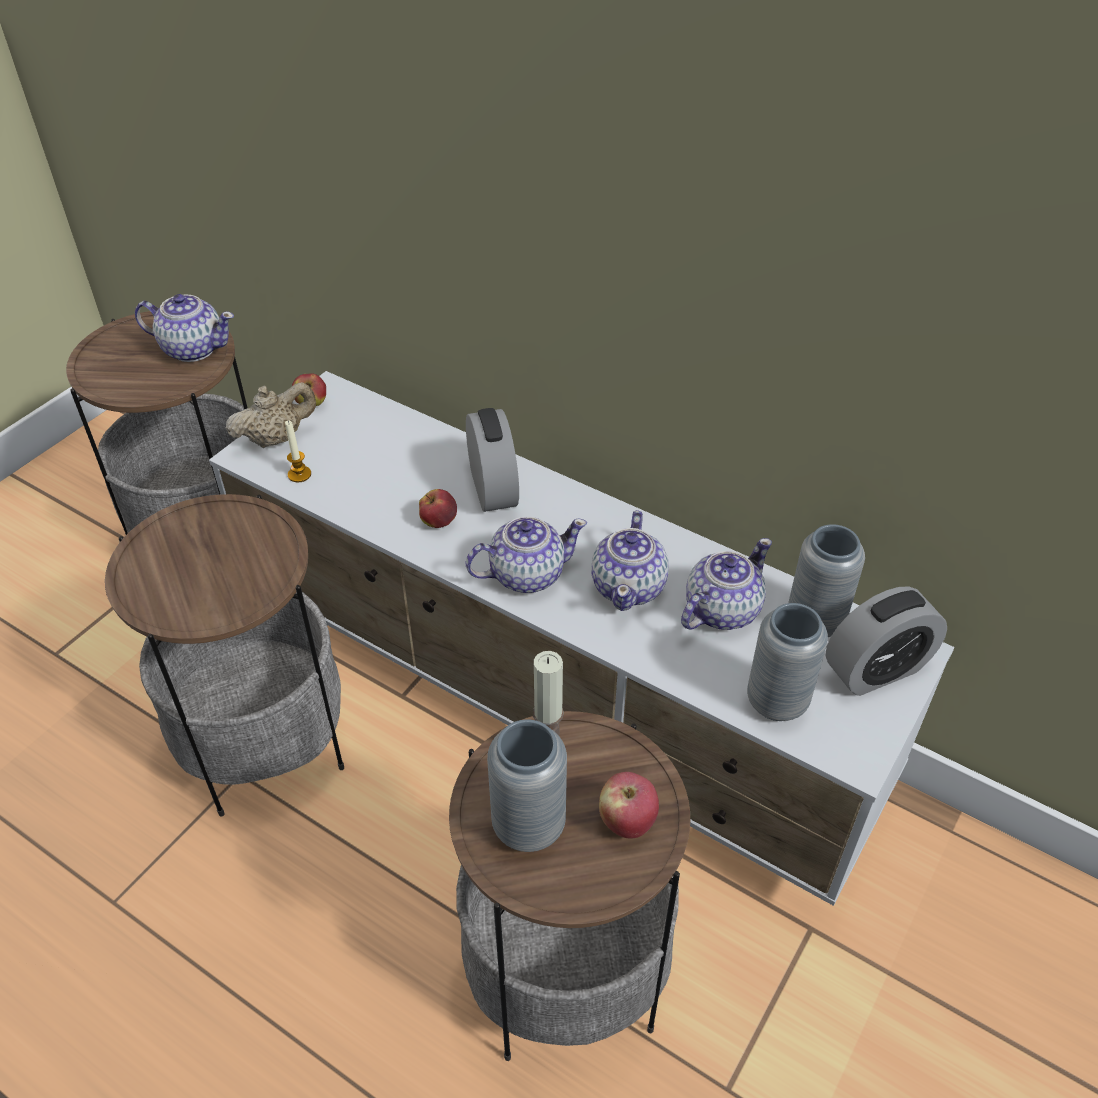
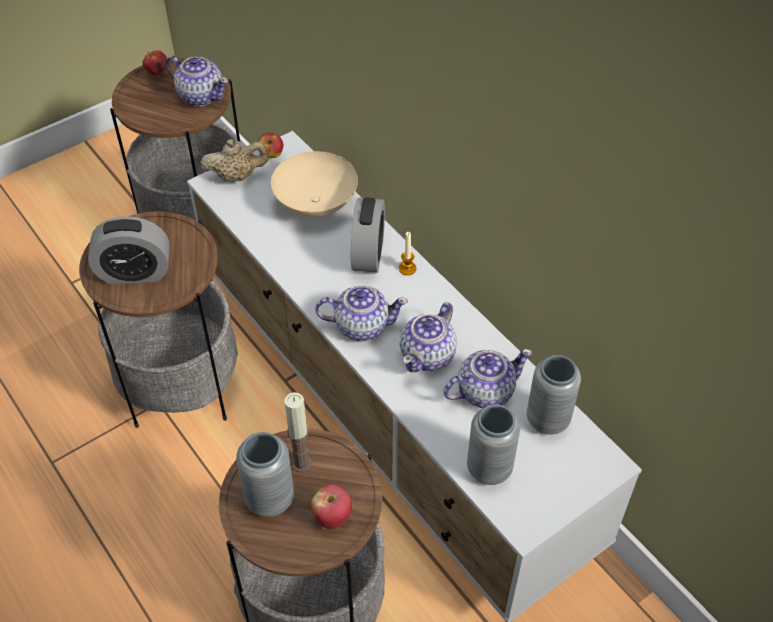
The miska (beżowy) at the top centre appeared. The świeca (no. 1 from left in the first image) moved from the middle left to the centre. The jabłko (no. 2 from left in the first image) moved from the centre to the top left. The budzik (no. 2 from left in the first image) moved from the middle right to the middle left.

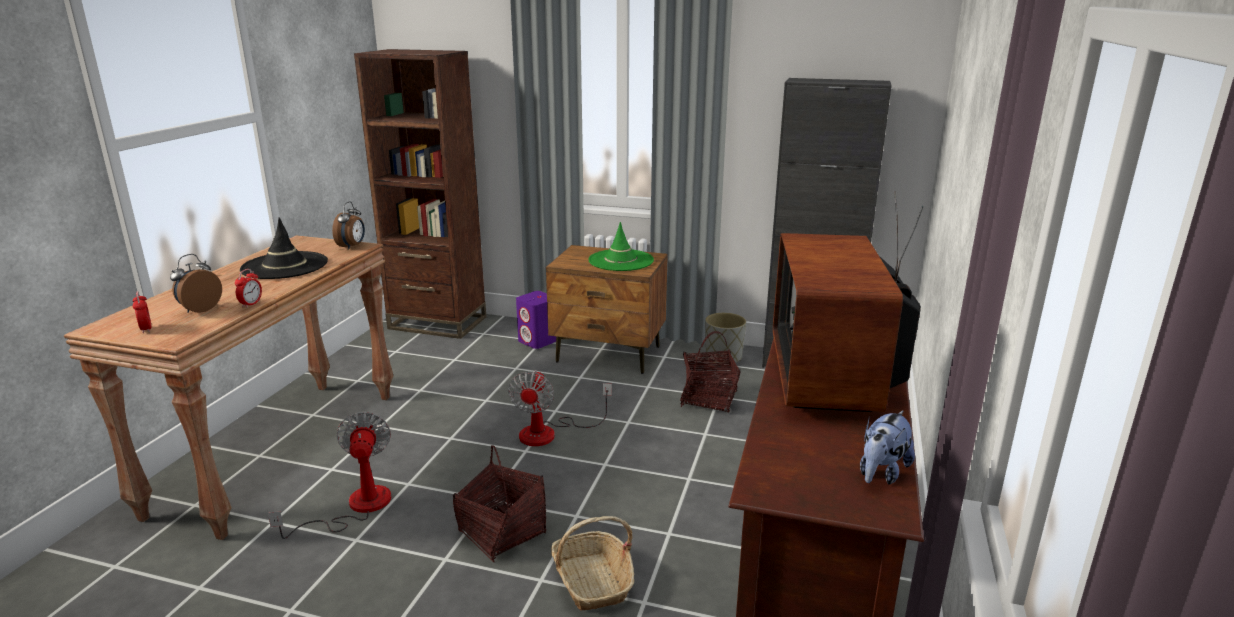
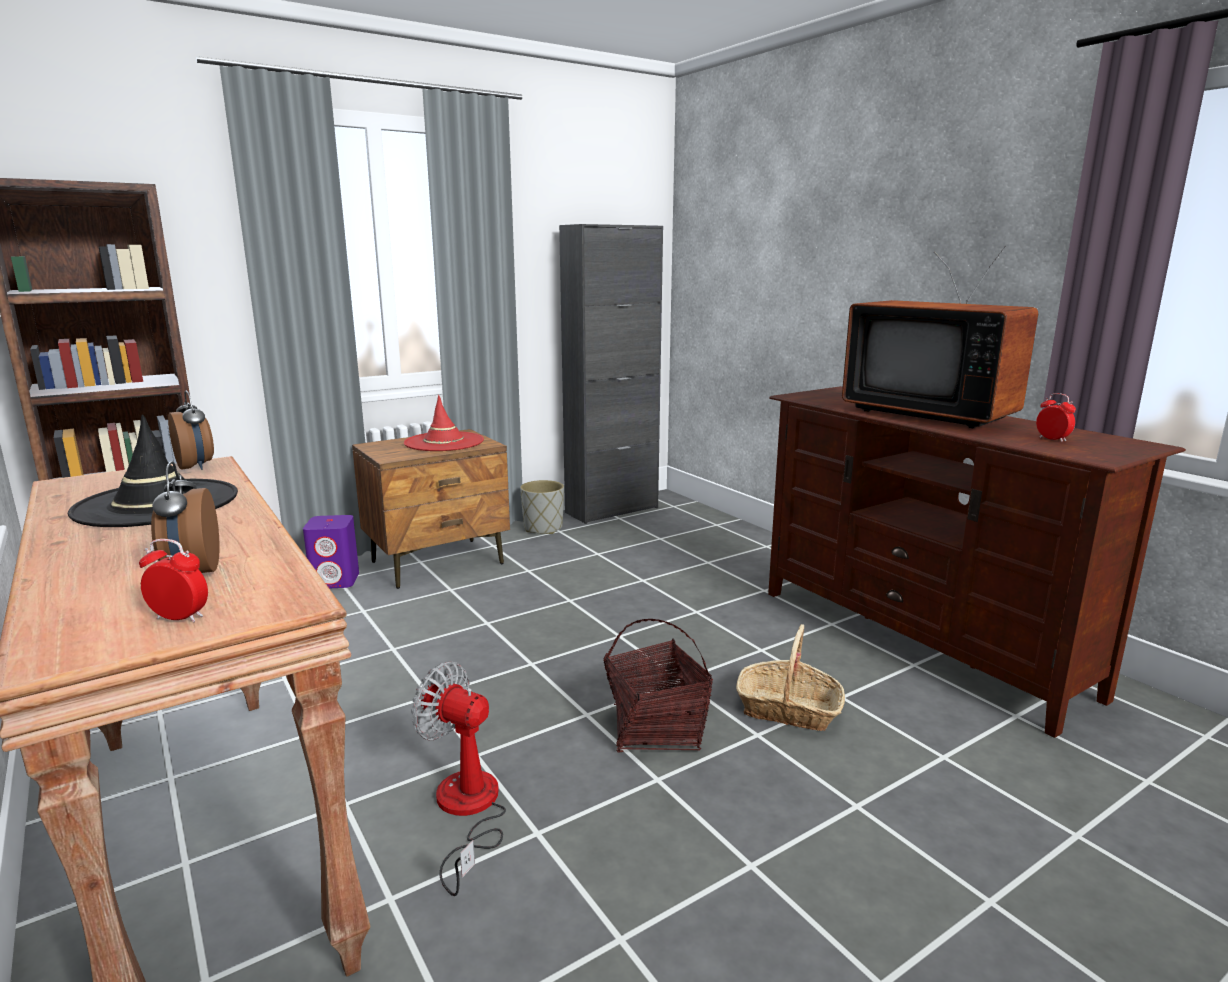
The wentylator (no. 2 from left) at the centre disappeared. The koszyk (no. 3 from left) at the centre disappeared. The pluszak at the bottom right disappeared. The budzik (no. 3 from left in the first image) moved from the middle left to the middle right. The kapelusz (zielony) at the centre became the kapelusz (czerwony) at the centre.

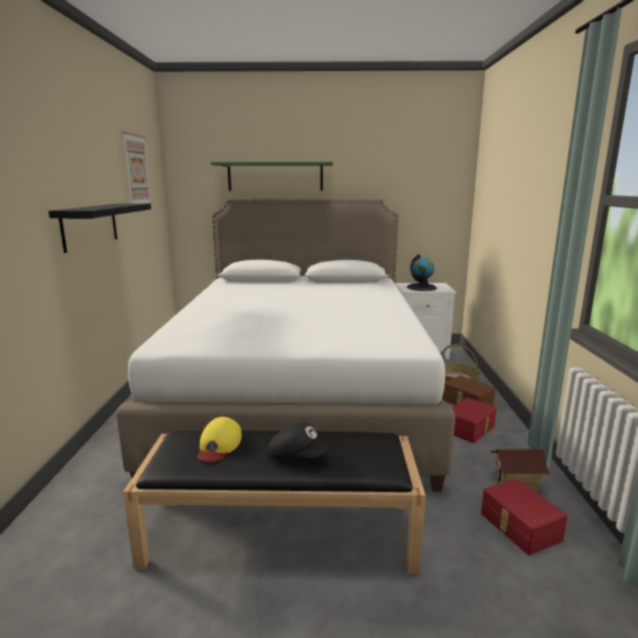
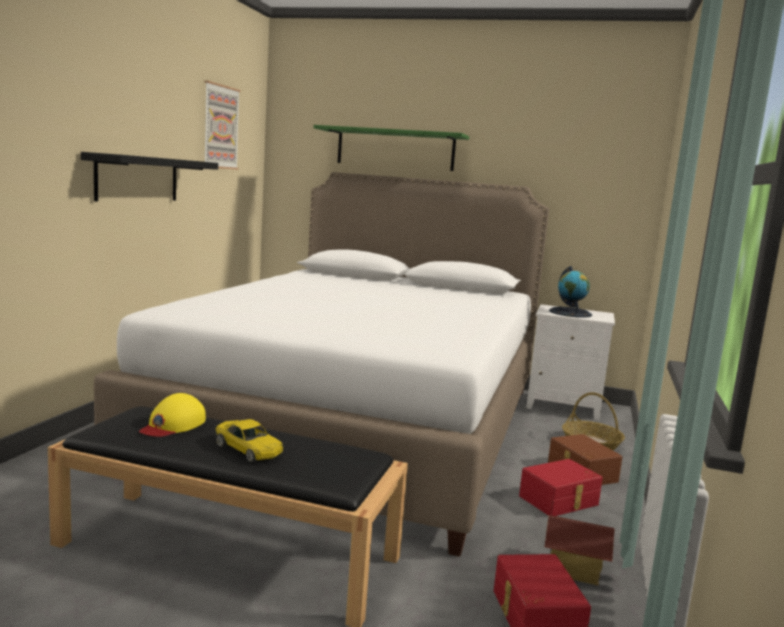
The czapka z daszkiem (czarny) at the bottom centre was replaced by the samochodzik (żółty) at the bottom left.

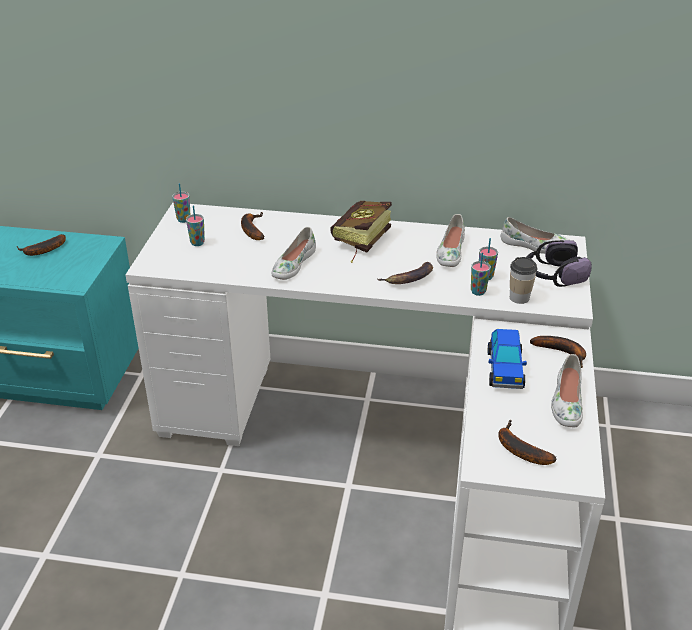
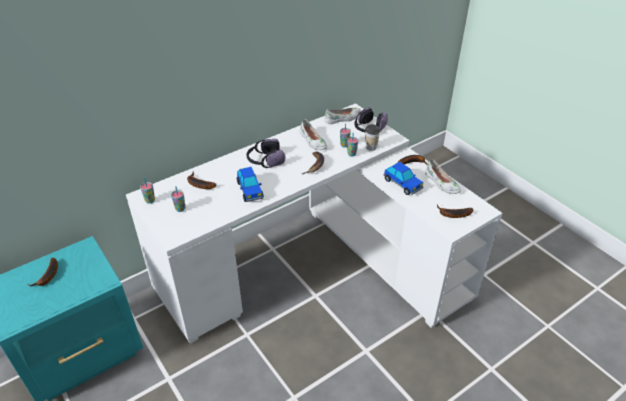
The but (biały) (no. 1 from left) at the centre was replaced by the samochodzik (no. 1 from left) at the centre. The książka at the centre was replaced by the słuchawki (no. 1 from left) at the centre.

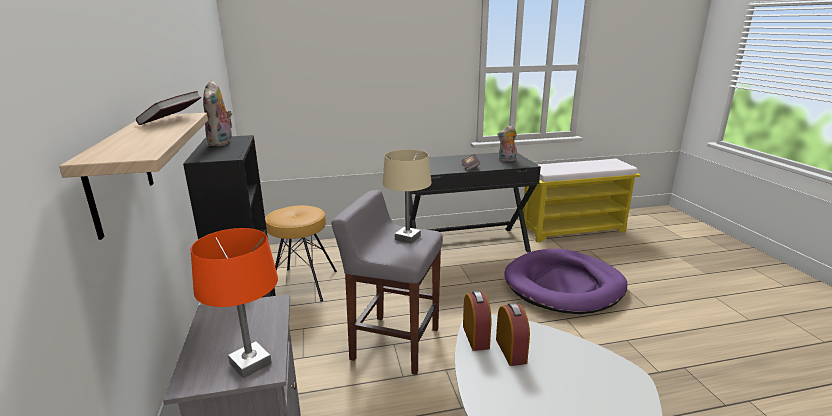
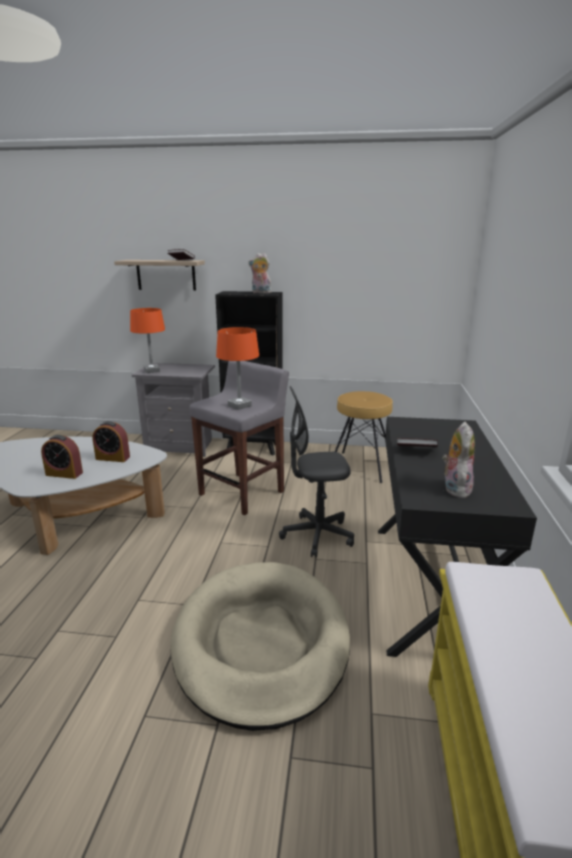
The krzesło biurowe (szary) at the centre appeared. The budzik (no. 1 from left) moved from the bottom centre to the middle left. The lampa stołowa (beżowy) at the centre became the lampa stołowa (pomarańczowy) (no. 2 from left) at the centre. The legowisko (fioletowy) at the bottom right became the legowisko (beżowy) at the bottom centre.

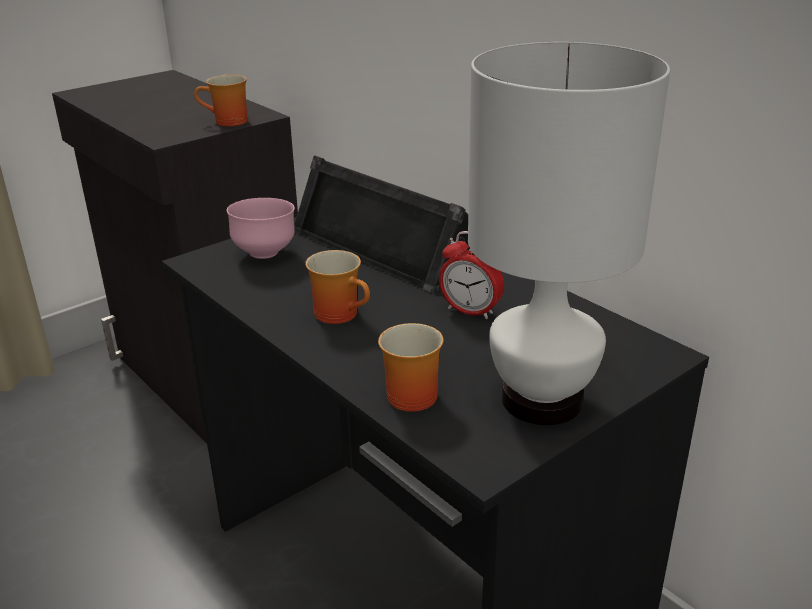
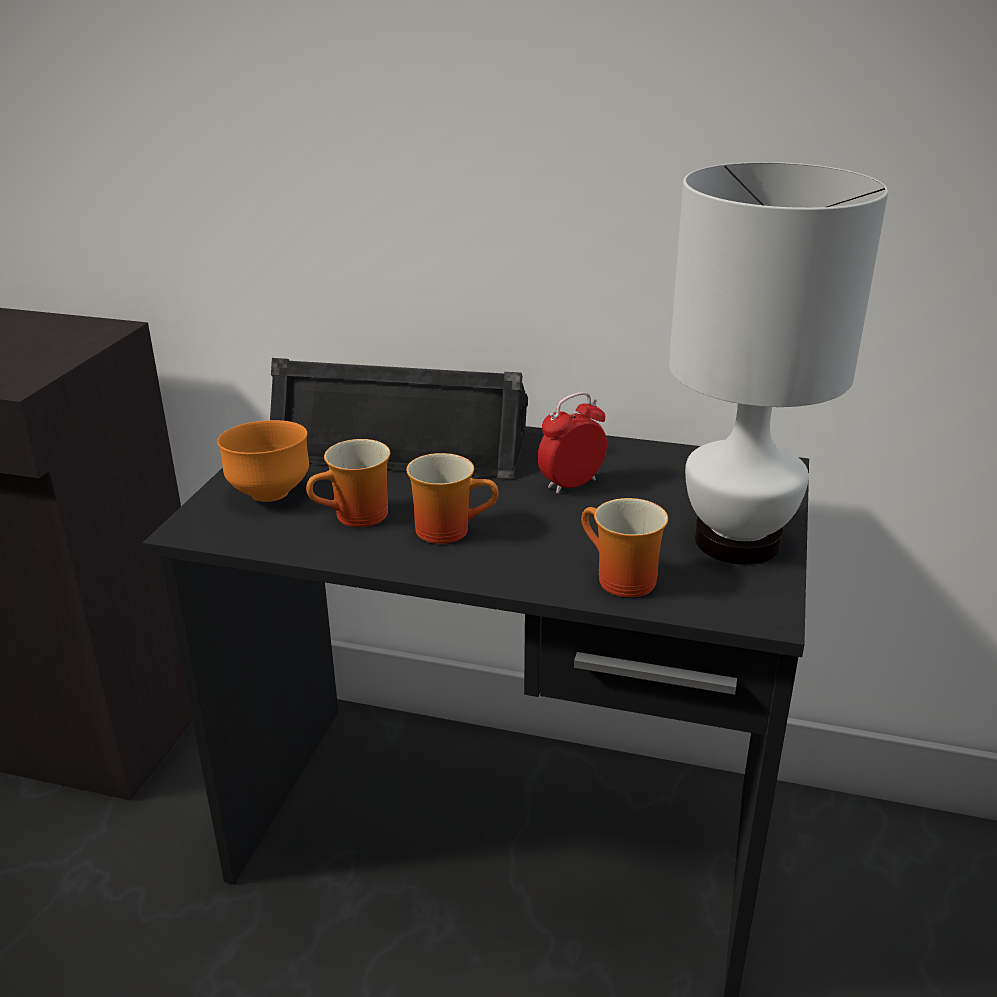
The kubek (no. 1 from left) moved from the top left to the centre. The miska (różowy) at the middle left became the miska (pomarańczowy) at the middle left. The budzik at the centre turned 150 degrees clockwise.

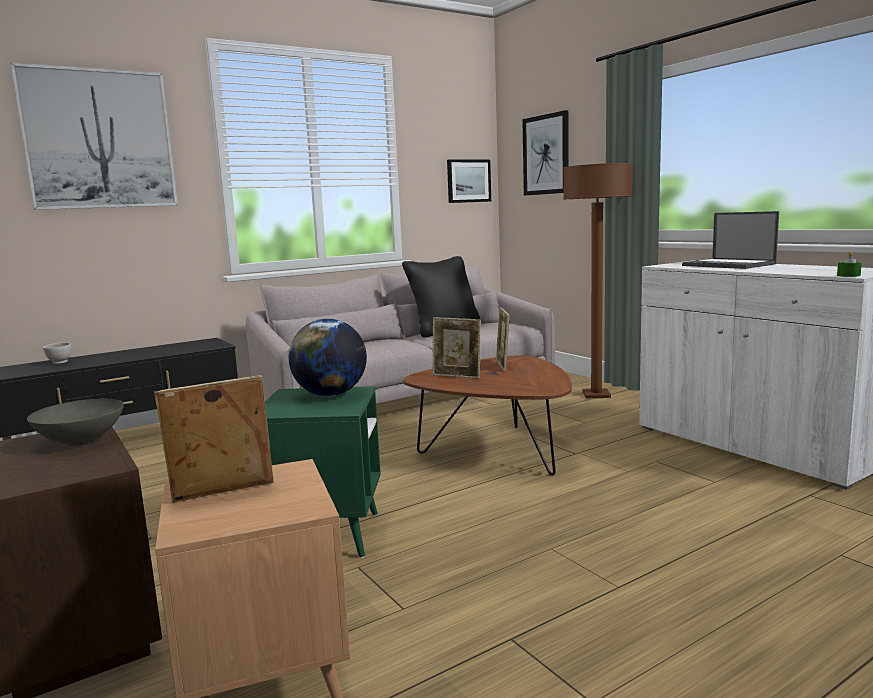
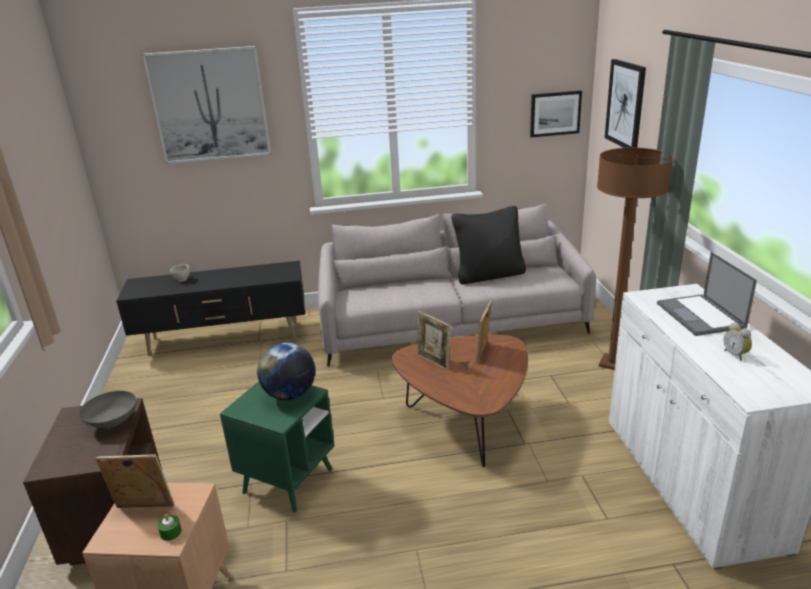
The budzik at the middle right appeared. The świeca (zielony) moved from the middle right to the bottom left.

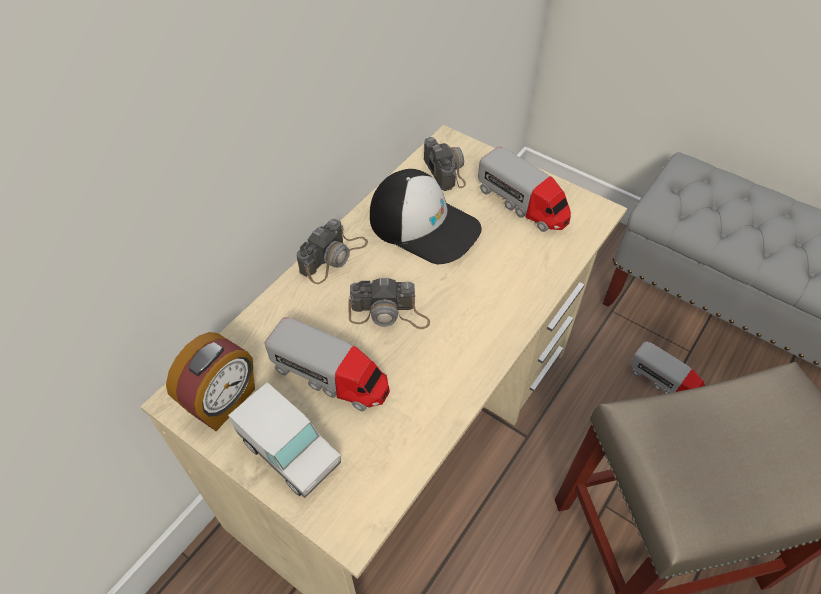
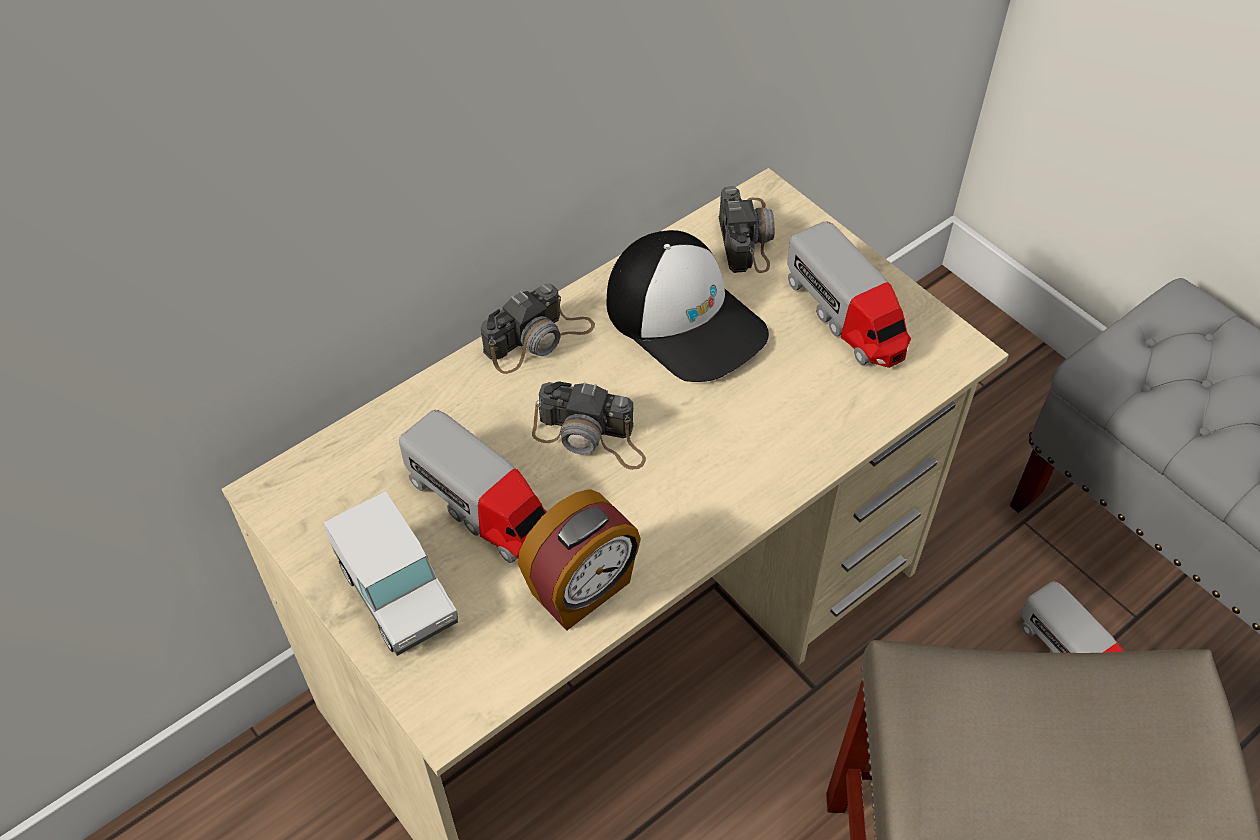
The budzik moved from the middle left to the bottom centre.

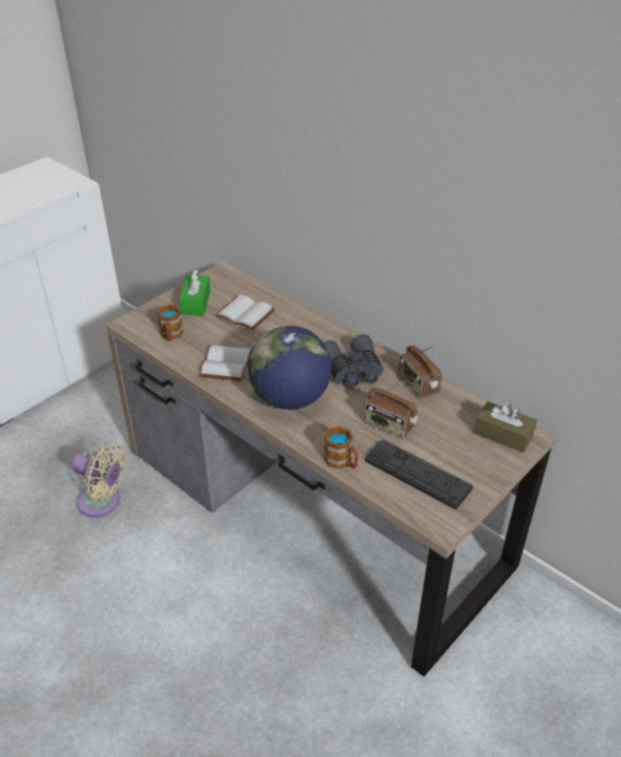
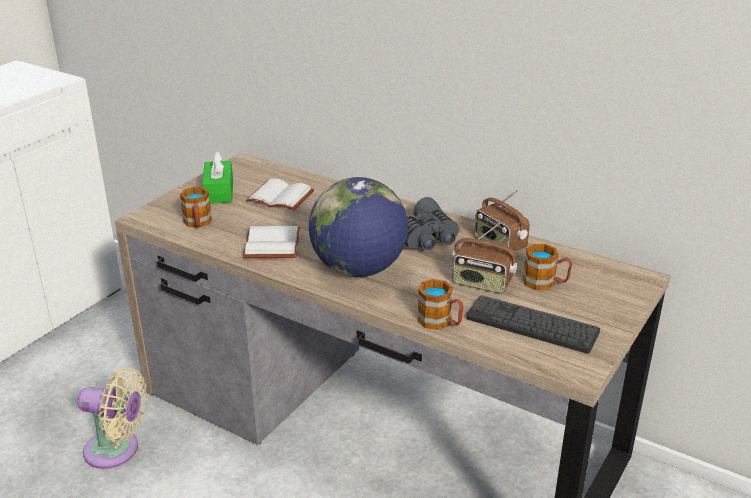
The pudełko chusteczek (brązowy) at the middle right disappeared. The kubek (no. 3 from left) at the middle right appeared.

